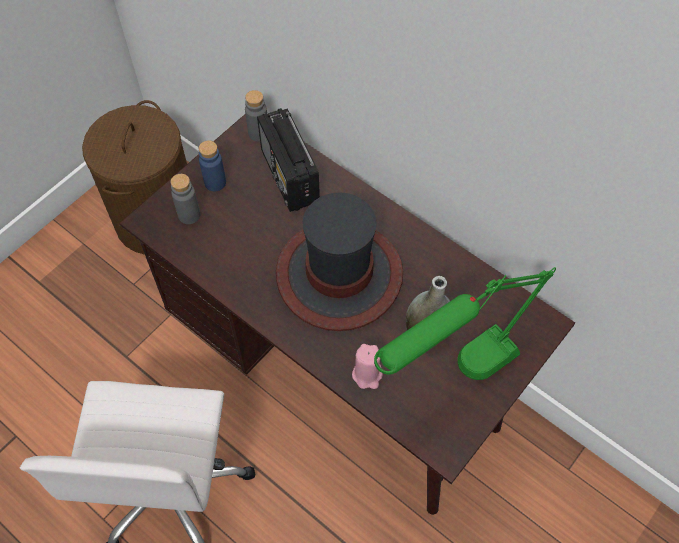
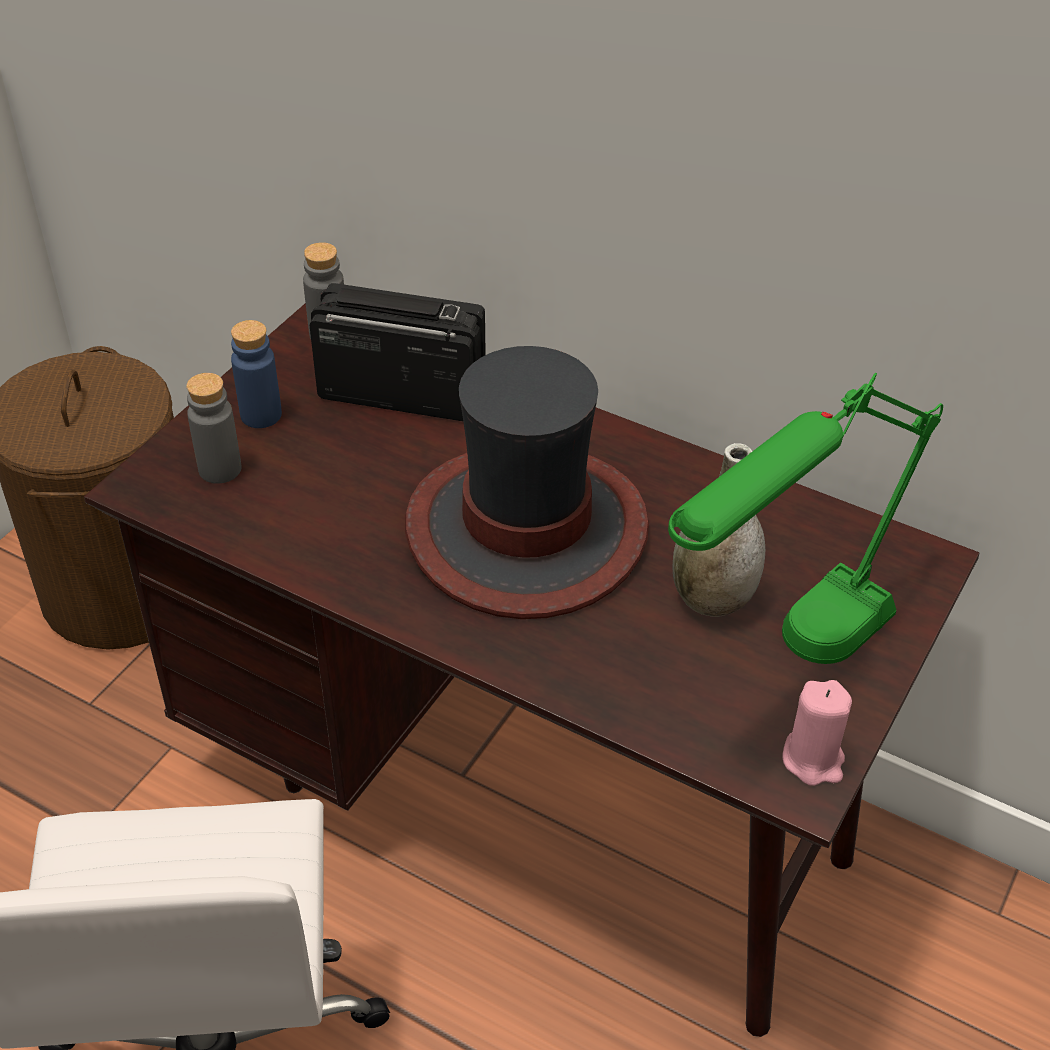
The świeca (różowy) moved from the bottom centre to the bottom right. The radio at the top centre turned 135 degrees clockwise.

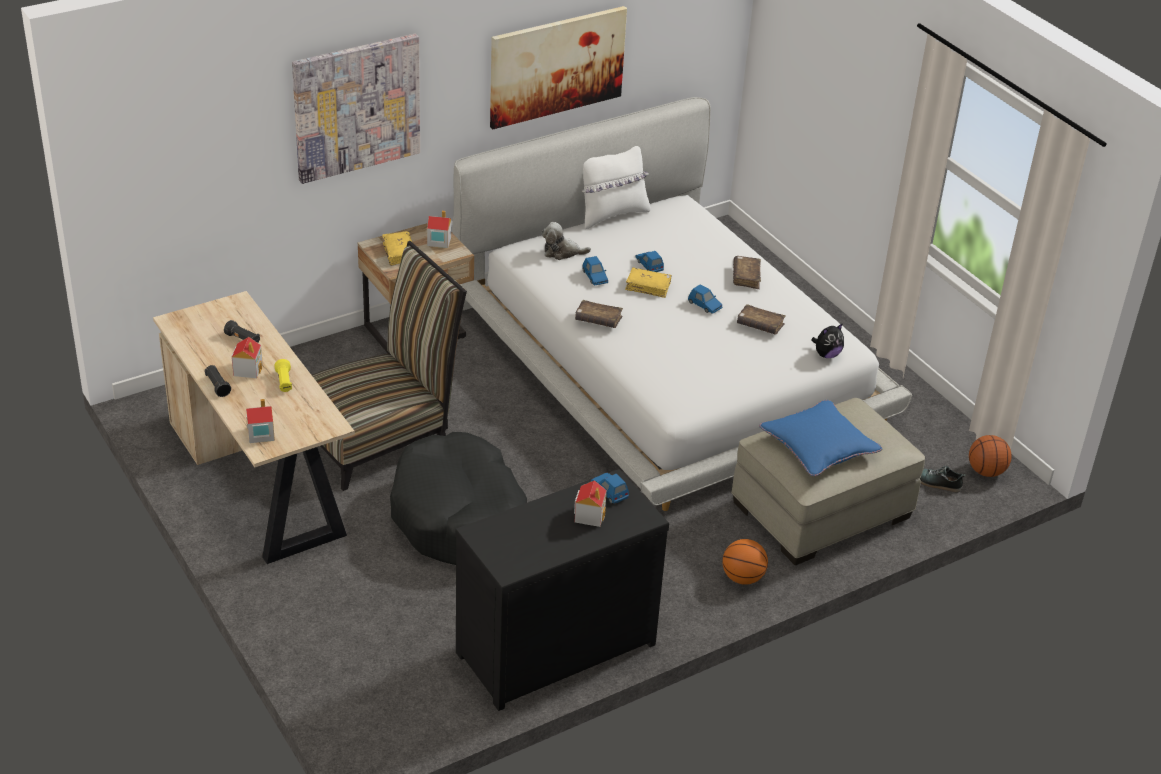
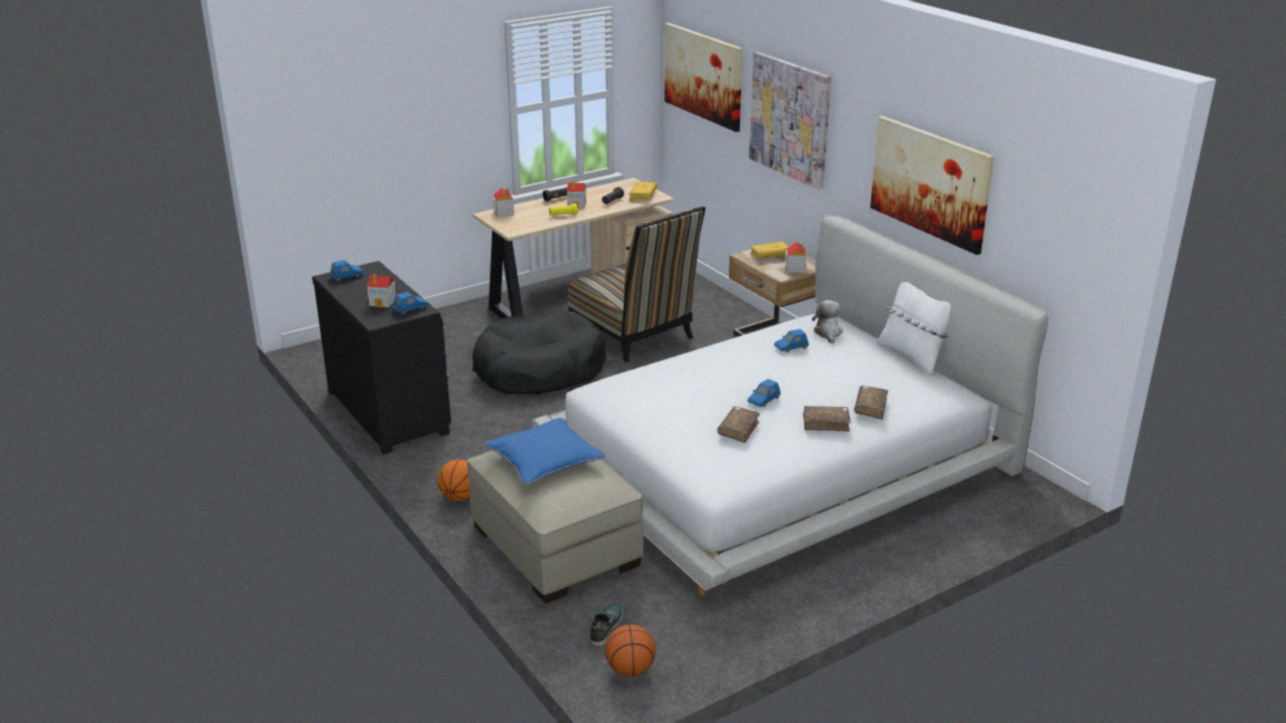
The pluszak (no. 2 from left) at the middle right disappeared. The obraz (no. 1 from left) at the top centre appeared. The książka (brązowy) (no. 1 from left in the first image) moved from the centre to the middle right. The książka (żółty) (no. 2 from left in the first image) moved from the centre to the top centre. The samochodzik (niebieski) (no. 3 from left in the first image) moved from the centre to the middle left.

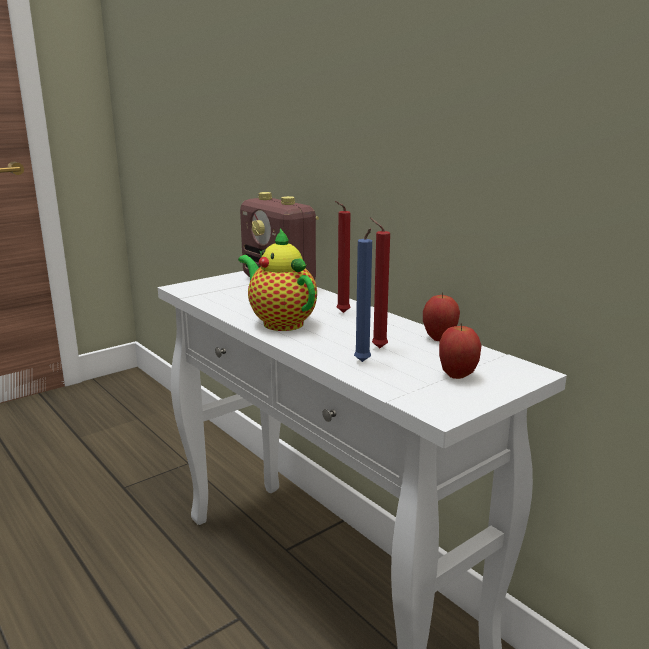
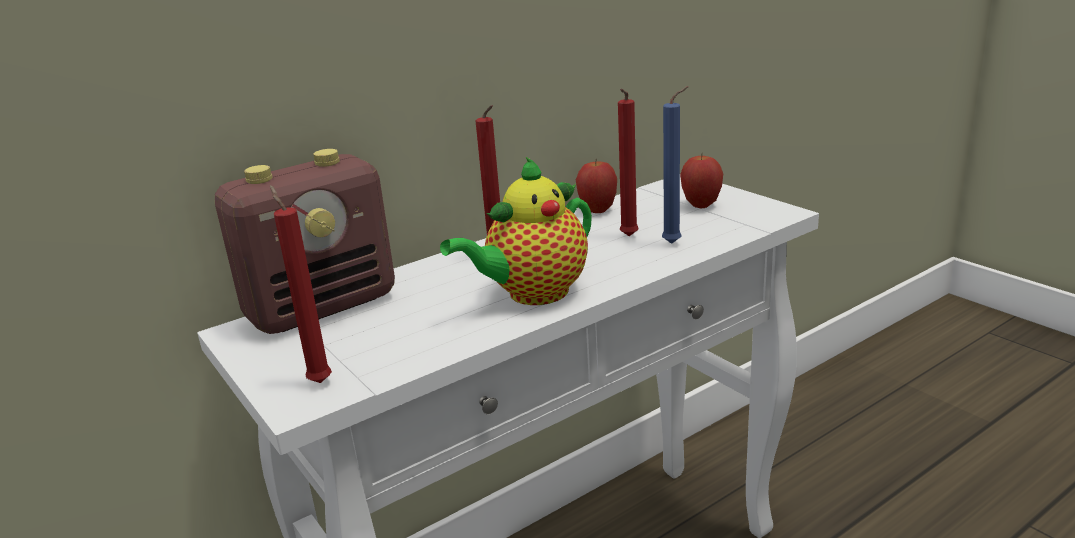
The świeca (czerwony) (no. 1 from left) at the middle left appeared.

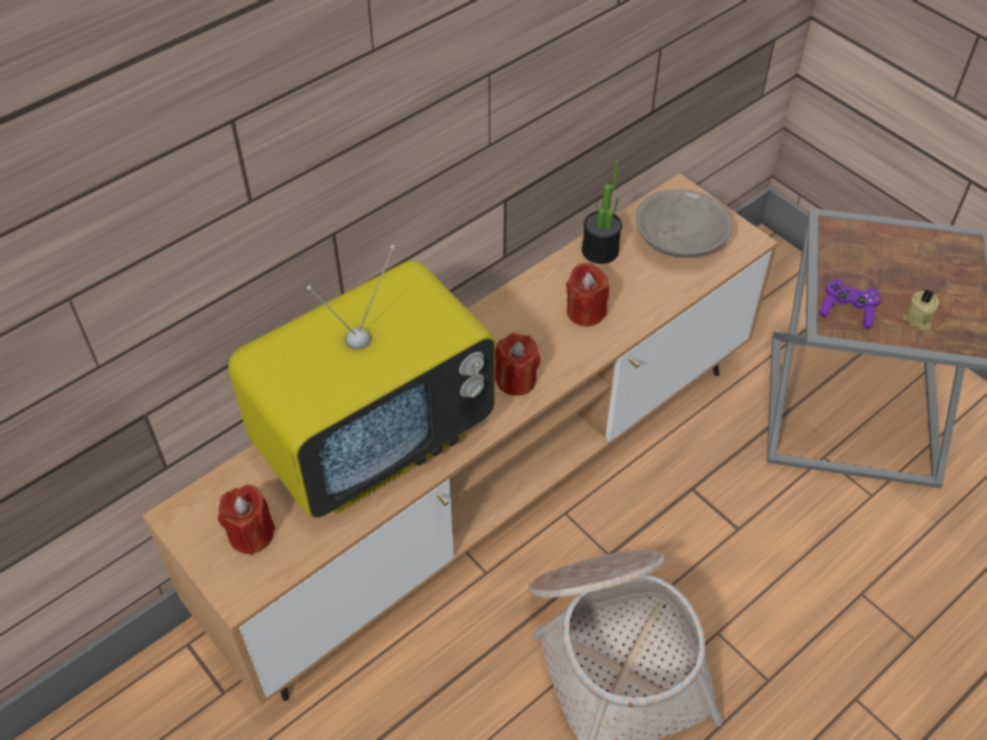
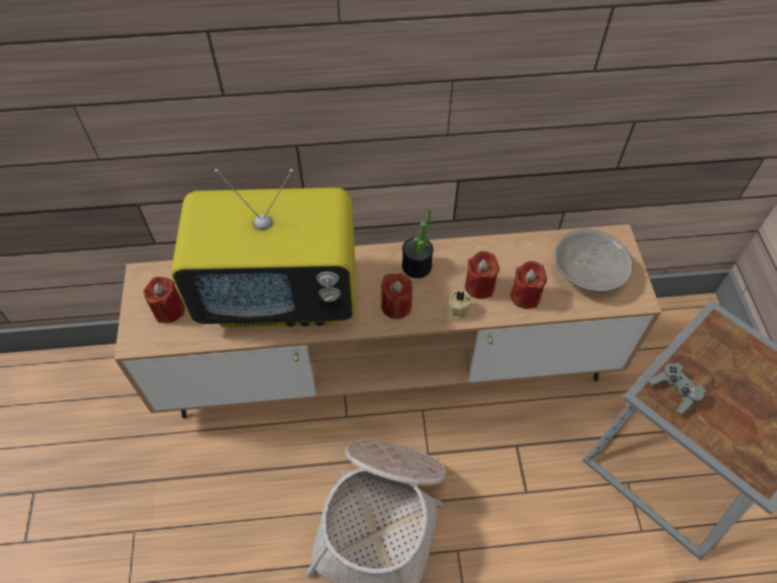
The świeca (czerwony) (no. 4 from left) at the middle right appeared. The roślina doniczkowa moved from the top centre to the centre. The świeca (beżowy) moved from the middle right to the centre. The pad do gier (fioletowy) at the middle right became the pad do gier (szary) at the bottom right.

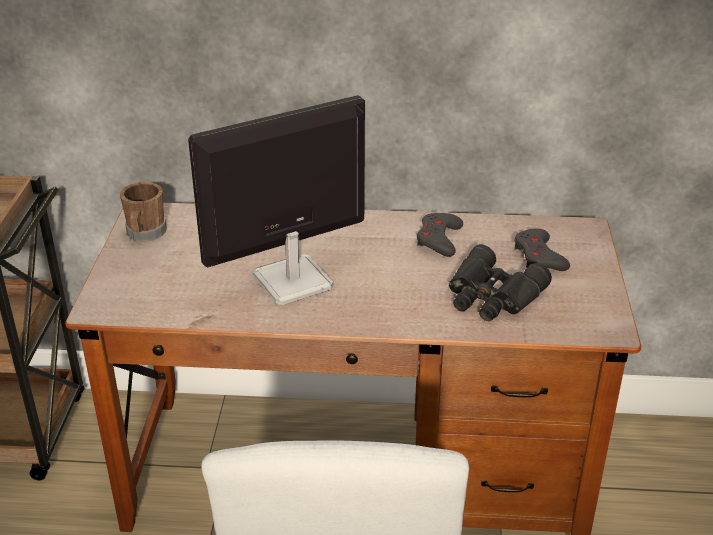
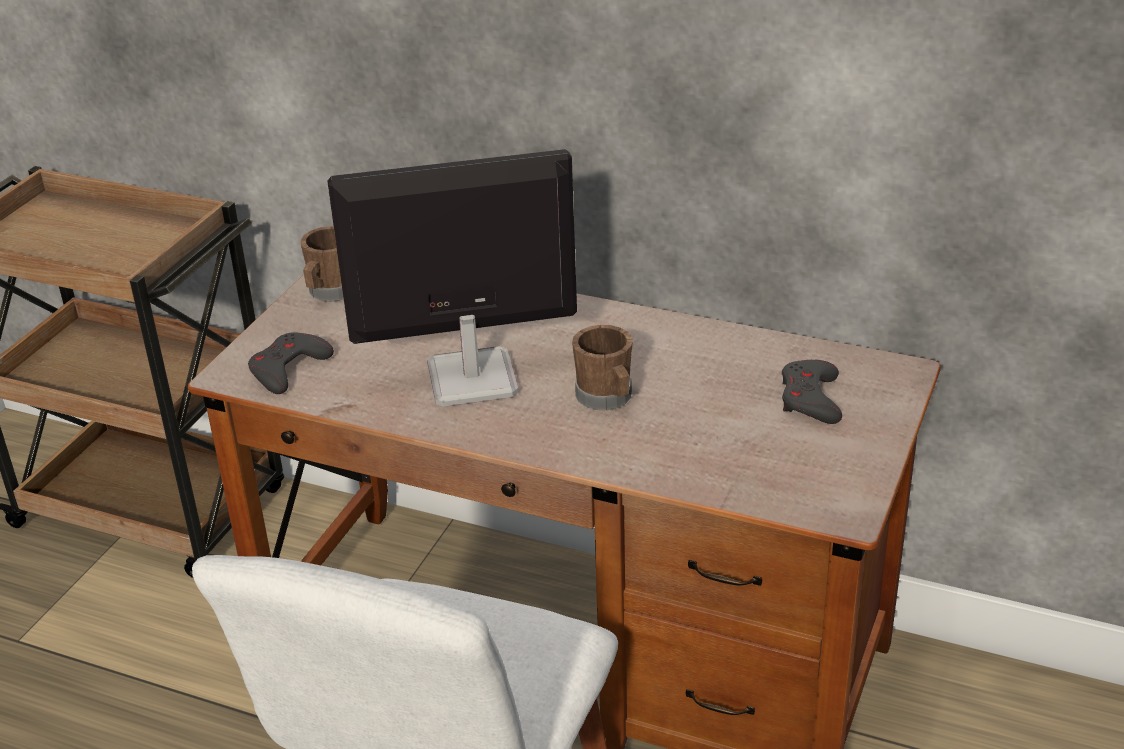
The lornetka (czarny) at the middle right disappeared. The kubek (brązowy) (no. 2 from left) at the centre appeared. The pad do gier (szary) (no. 1 from left) moved from the centre to the middle left.

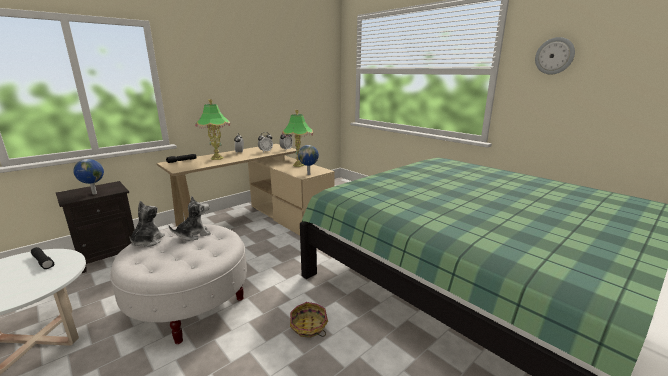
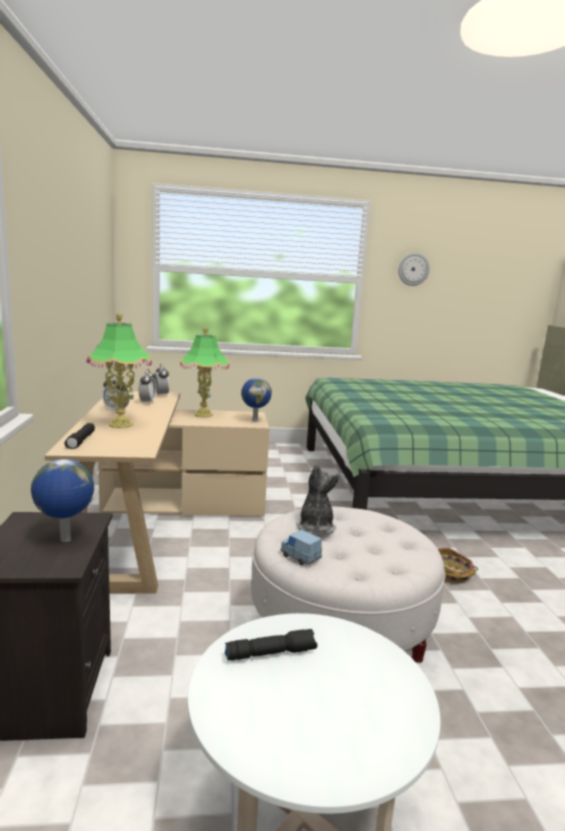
The pluszak (no. 1 from left) at the middle left was replaced by the samochodzik (niebieski) at the centre.

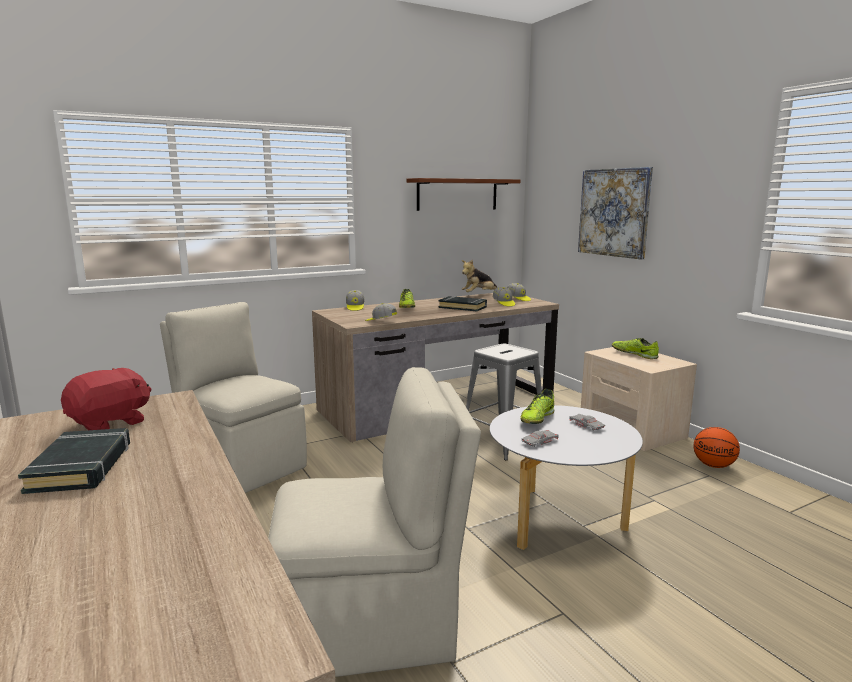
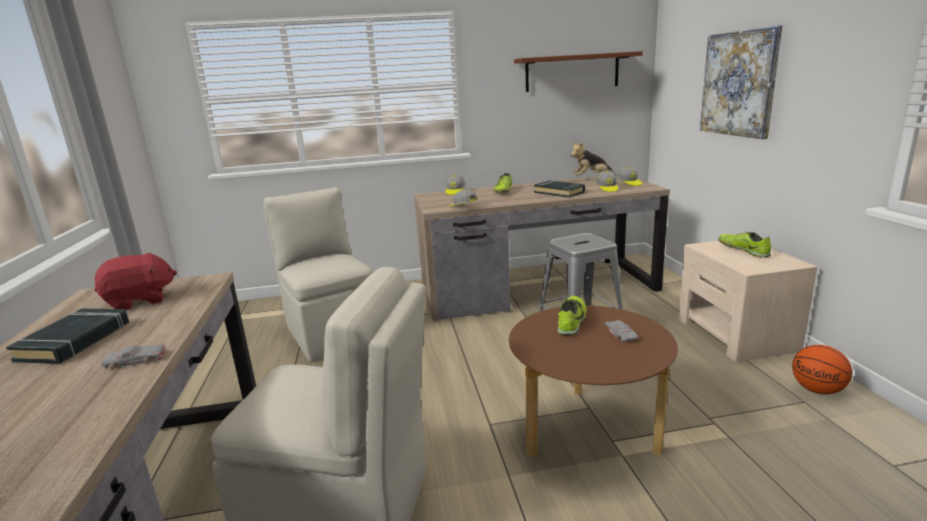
The samochodzik (szary) (no. 1 from left) moved from the centre to the bottom left. The ława (szary) at the bottom centre became the ława (brązowy) at the bottom centre. The but (no. 2 from left) at the centre turned 150 degrees clockwise.

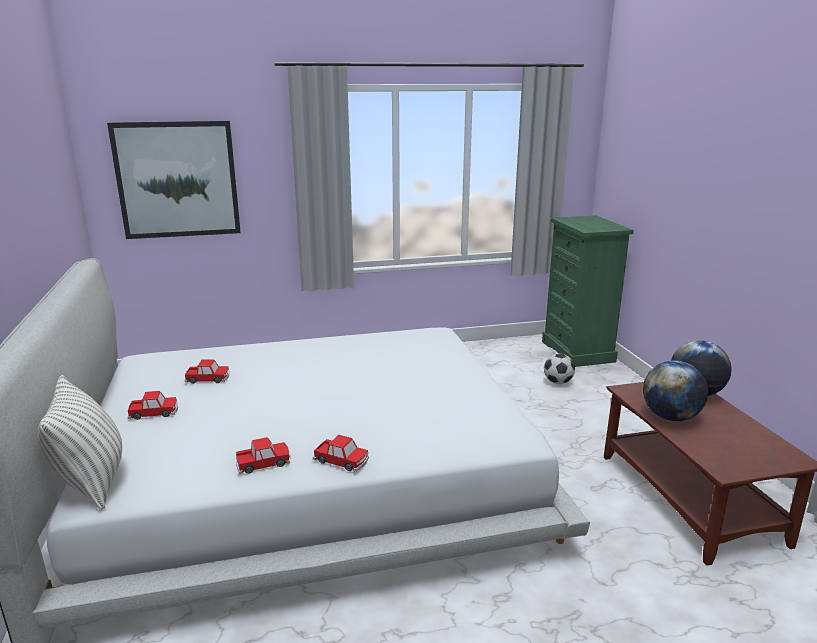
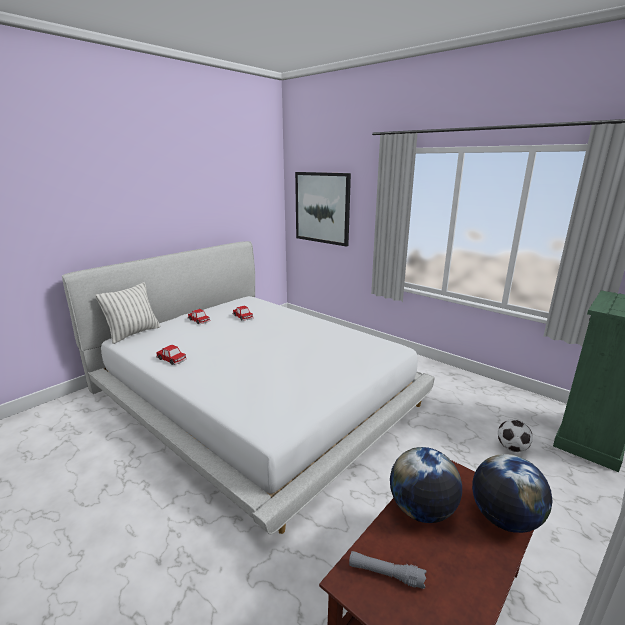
The samochodzik (no. 4 from left) at the bottom centre disappeared. The latarka (szary) at the bottom centre appeared.

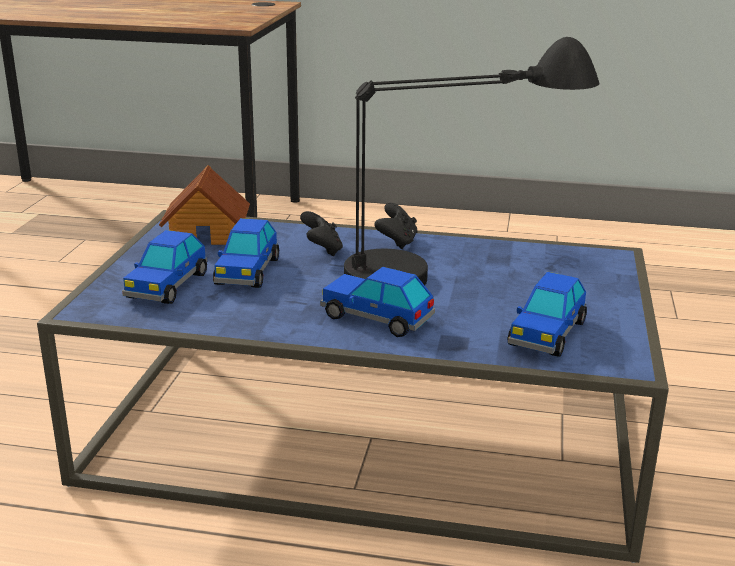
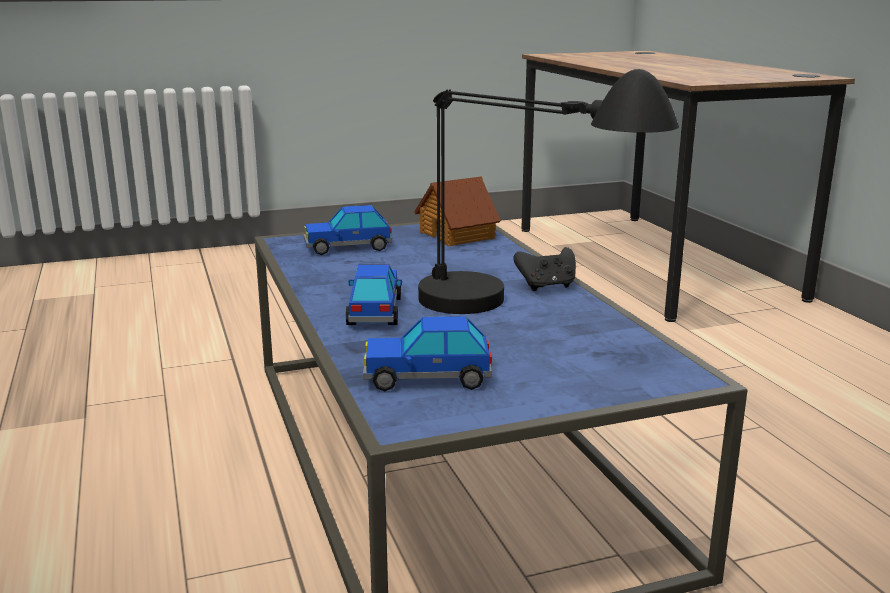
The samochodzik (no. 2 from left) at the centre disappeared. The pad do gier (czarny) (no. 1 from left) at the centre disappeared.

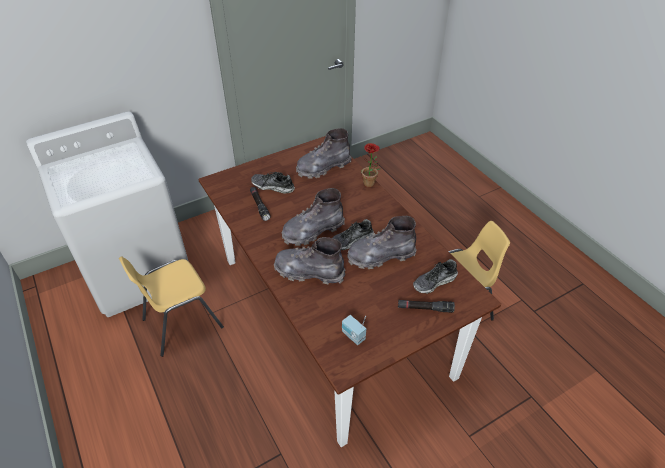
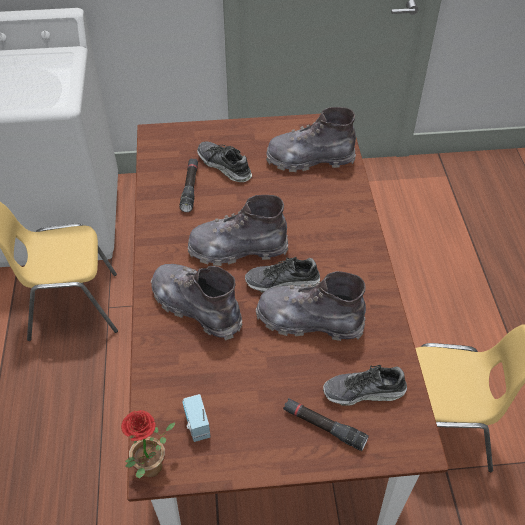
The roślina doniczkowa moved from the centre to the bottom left.

